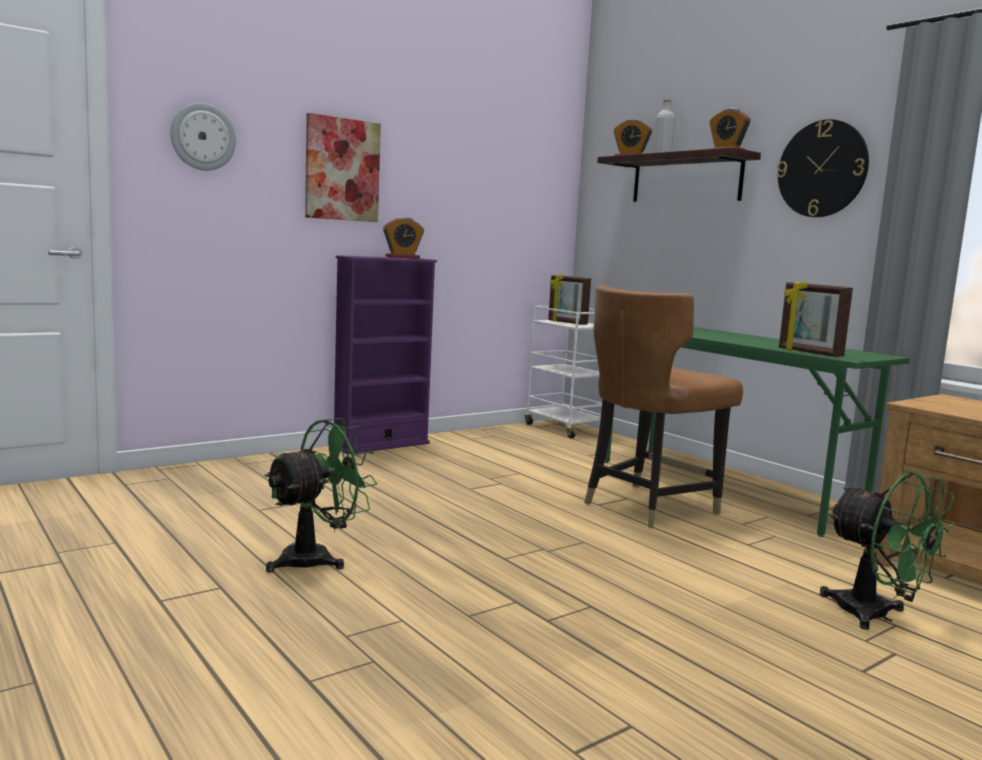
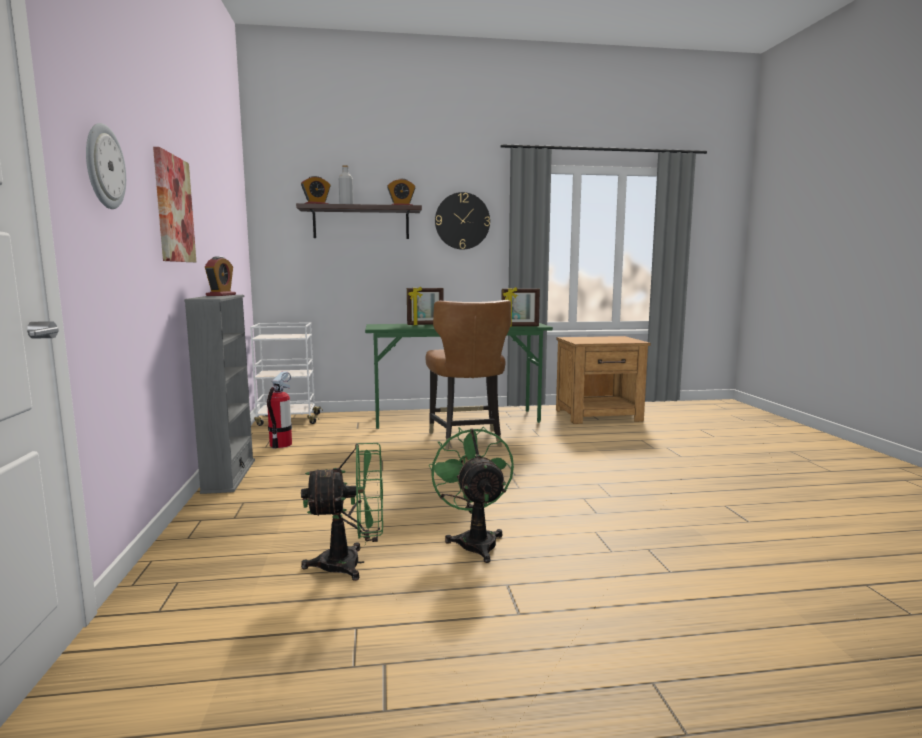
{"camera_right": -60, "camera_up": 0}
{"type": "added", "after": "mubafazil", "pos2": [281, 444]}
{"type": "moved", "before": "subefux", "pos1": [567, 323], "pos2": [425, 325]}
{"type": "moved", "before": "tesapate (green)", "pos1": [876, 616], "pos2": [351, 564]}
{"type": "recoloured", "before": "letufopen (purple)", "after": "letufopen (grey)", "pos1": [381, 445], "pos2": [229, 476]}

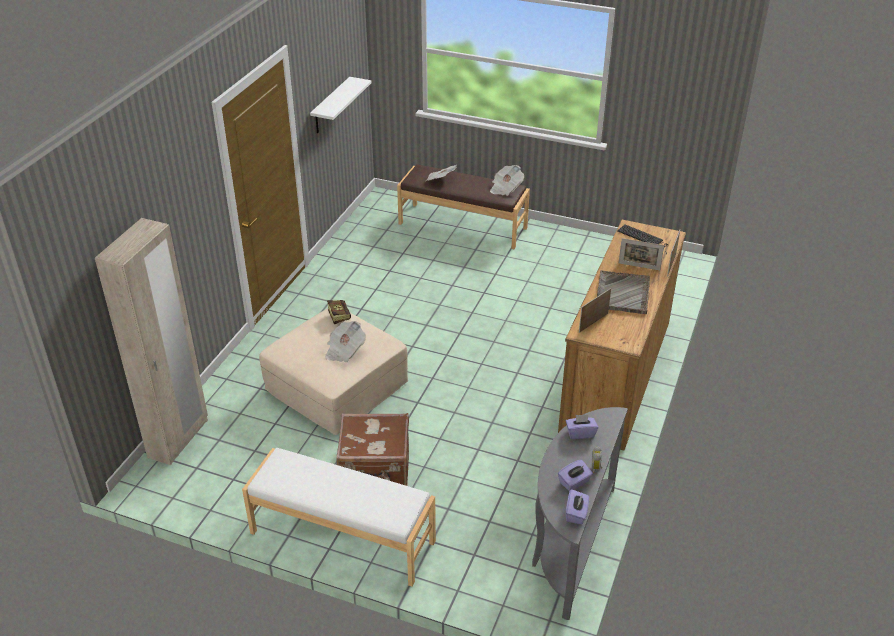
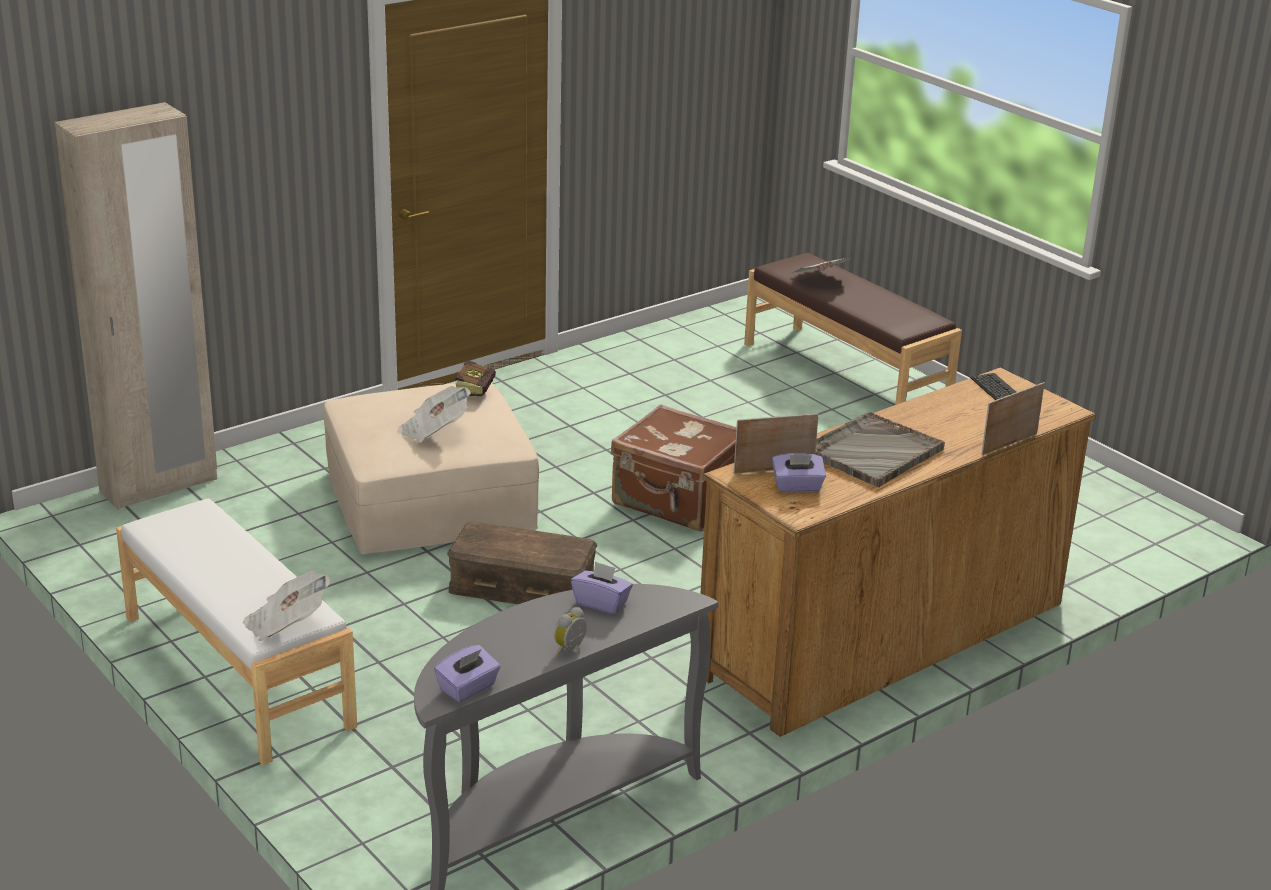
{"camera_right": 30, "camera_up": -10}
{"type": "removed", "before": "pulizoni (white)", "pos1": [331, 106]}
{"type": "removed", "before": "subefux", "pos1": [639, 266]}
{"type": "added", "after": "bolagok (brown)", "pos2": [522, 586]}
{"type": "moved", "before": "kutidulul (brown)", "pos1": [376, 470], "pos2": [678, 502]}
{"type": "moved", "before": "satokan", "pos1": [505, 188], "pos2": [286, 625]}
{"type": "moved", "before": "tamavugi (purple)", "pos1": [574, 482], "pos2": [797, 487]}

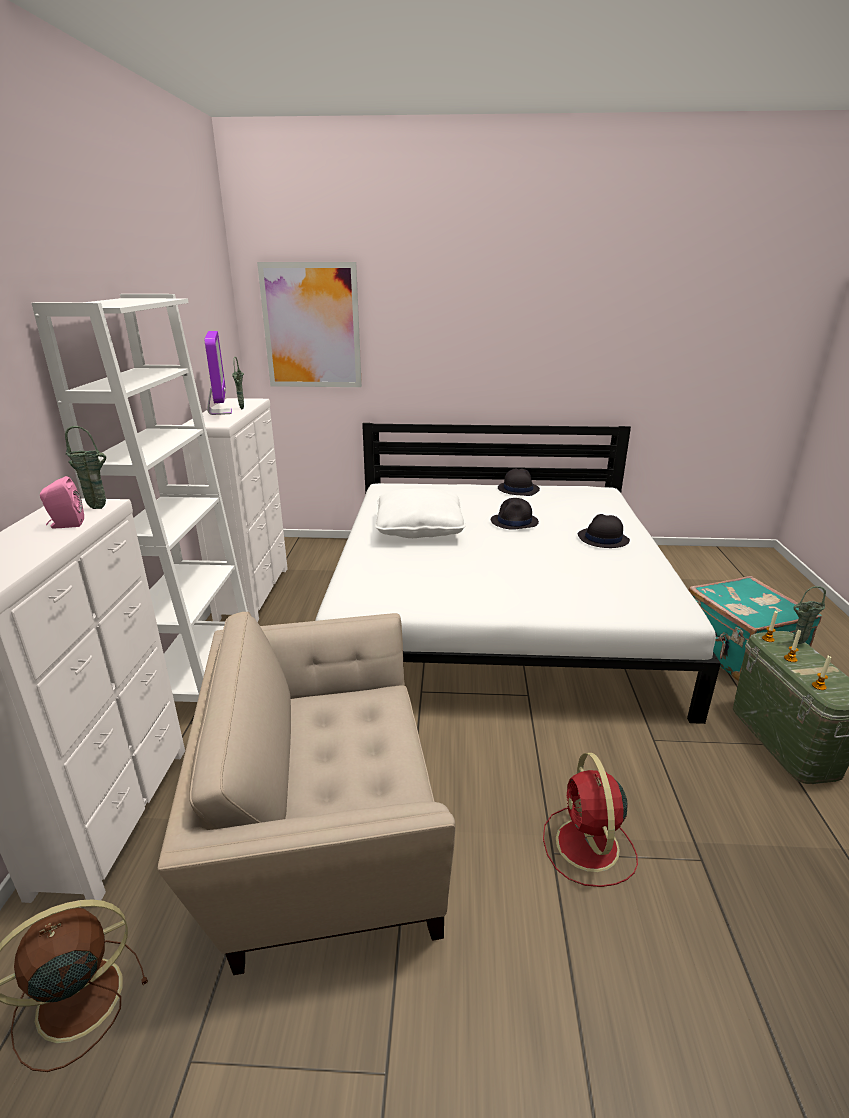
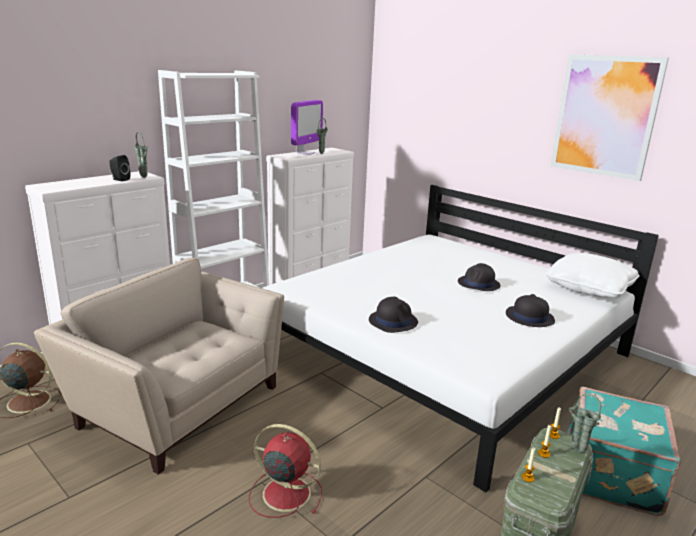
{"camera_right": 40, "camera_up": -5}
{"type": "moved", "before": "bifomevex", "pos1": [311, 326], "pos2": [605, 116]}
{"type": "moved", "before": "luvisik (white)", "pos1": [419, 529], "pos2": [589, 289]}
{"type": "moved", "before": "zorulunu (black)", "pos1": [518, 489], "pos2": [393, 321]}
{"type": "recoloured", "before": "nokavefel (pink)", "after": "nokavefel (black)", "pos1": [66, 525], "pos2": [119, 179]}
{"type": "turned", "before": "tesapate (red)", "pos1": [588, 847], "pos2": [284, 493], "turn": 75}

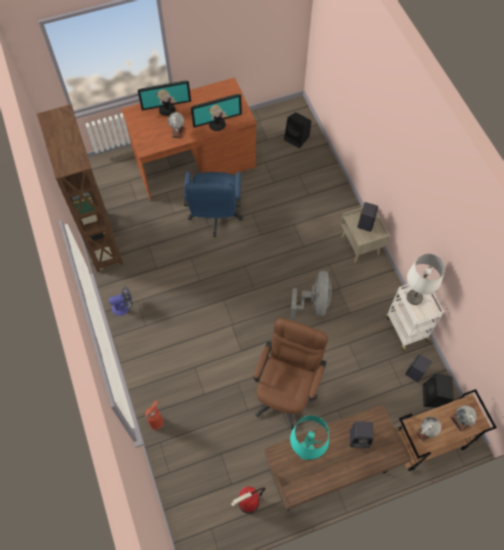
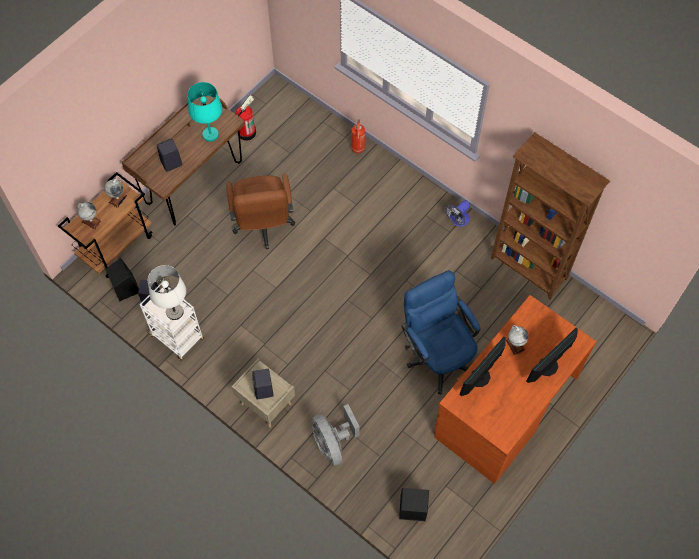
{"camera_right": 150, "camera_up": 0}
{"type": "moved", "before": "tesapate (grey)", "pos1": [314, 303], "pos2": [333, 443]}

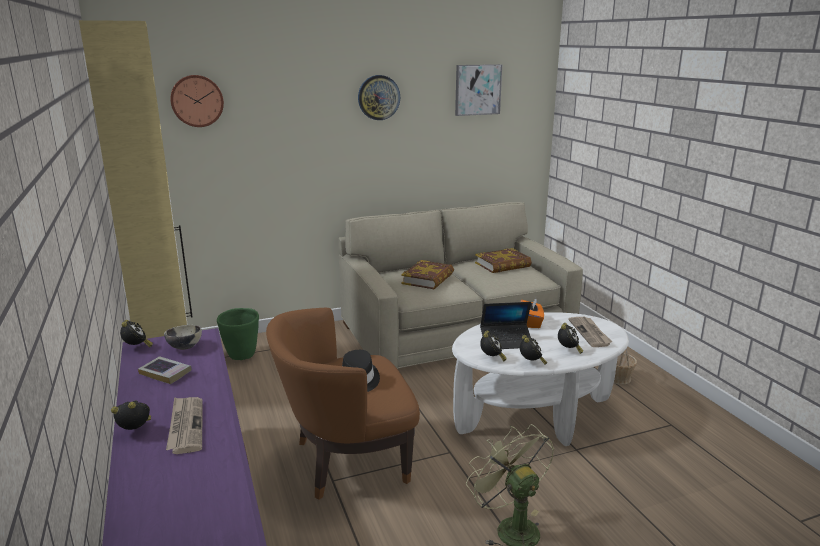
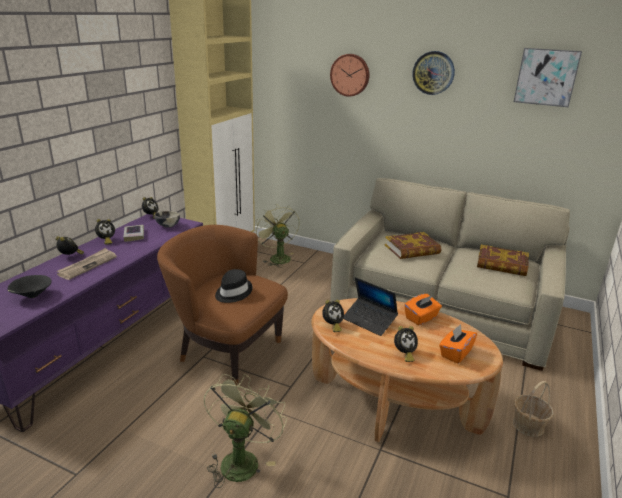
{"camera_right": 45, "camera_up": 5}
{"type": "added", "after": "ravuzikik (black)", "pos2": [31, 296]}
{"type": "moved", "before": "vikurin", "pos1": [197, 101], "pos2": [350, 75]}
{"type": "moved", "before": "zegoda", "pos1": [531, 363], "pos2": [106, 241]}
{"type": "replaced", "before": "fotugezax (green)", "after": "tesapate (green)", "pos1": [241, 355], "pos2": [277, 257]}
{"type": "replaced", "before": "satokan", "after": "tamavugi (orange)", "pos1": [590, 333], "pos2": [455, 353]}
{"type": "recoloured", "before": "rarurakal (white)", "after": "rarurakal (brown)", "pos1": [535, 416], "pos2": [393, 405]}

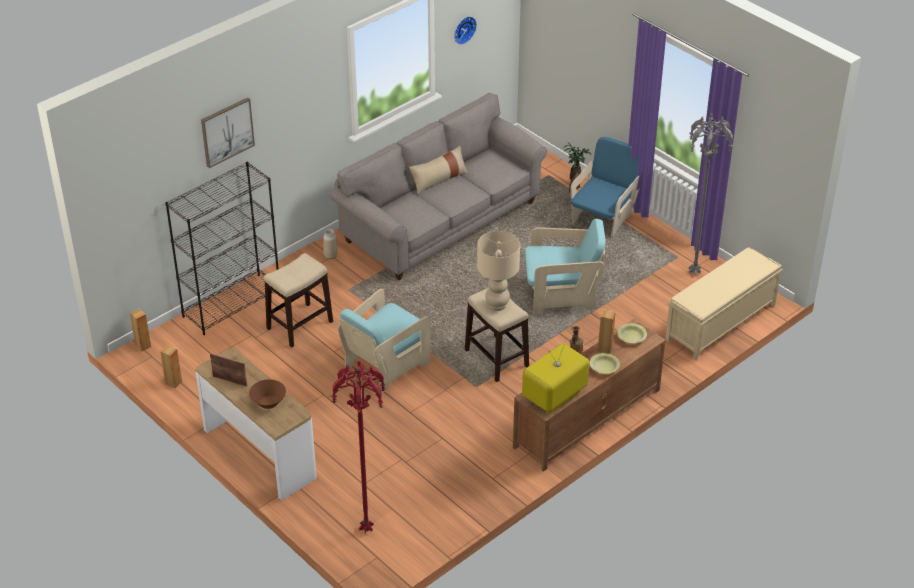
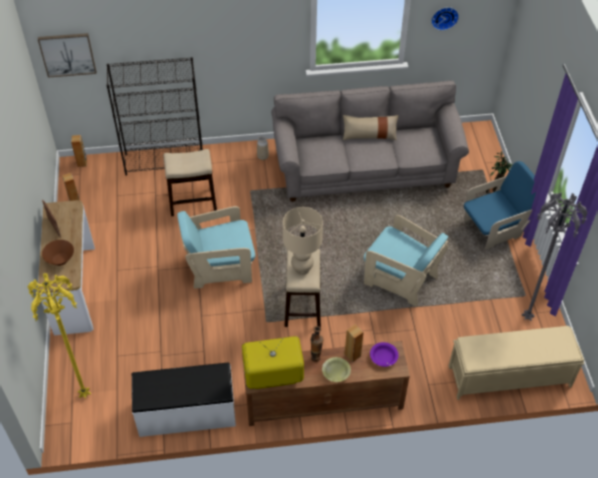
{"camera_right": 35, "camera_up": 10}
{"type": "added", "after": "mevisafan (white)", "pos2": [186, 413]}
{"type": "moved", "before": "bifomevex", "pos1": [227, 132], "pos2": [67, 54]}
{"type": "recoloured", "before": "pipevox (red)", "after": "pipevox (yellow)", "pos1": [366, 528], "pos2": [86, 394]}
{"type": "recoloured", "before": "ravuzikik (yellow)", "after": "ravuzikik (purple)", "pos1": [631, 337], "pos2": [383, 357]}

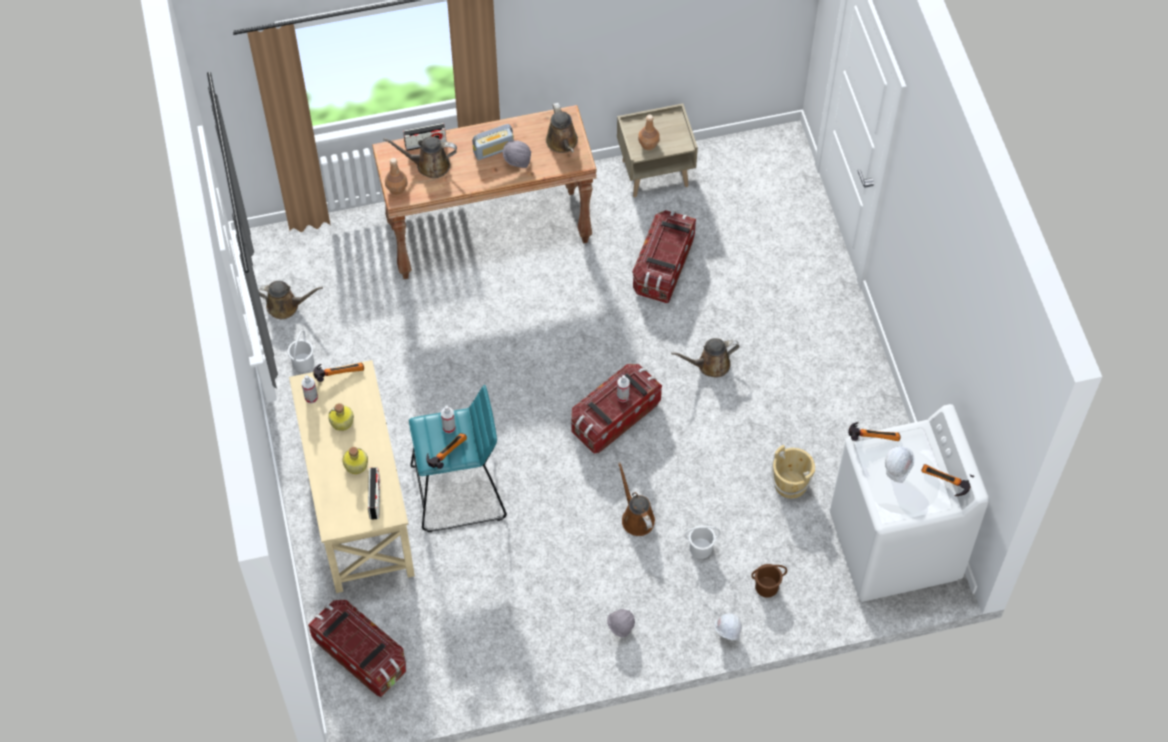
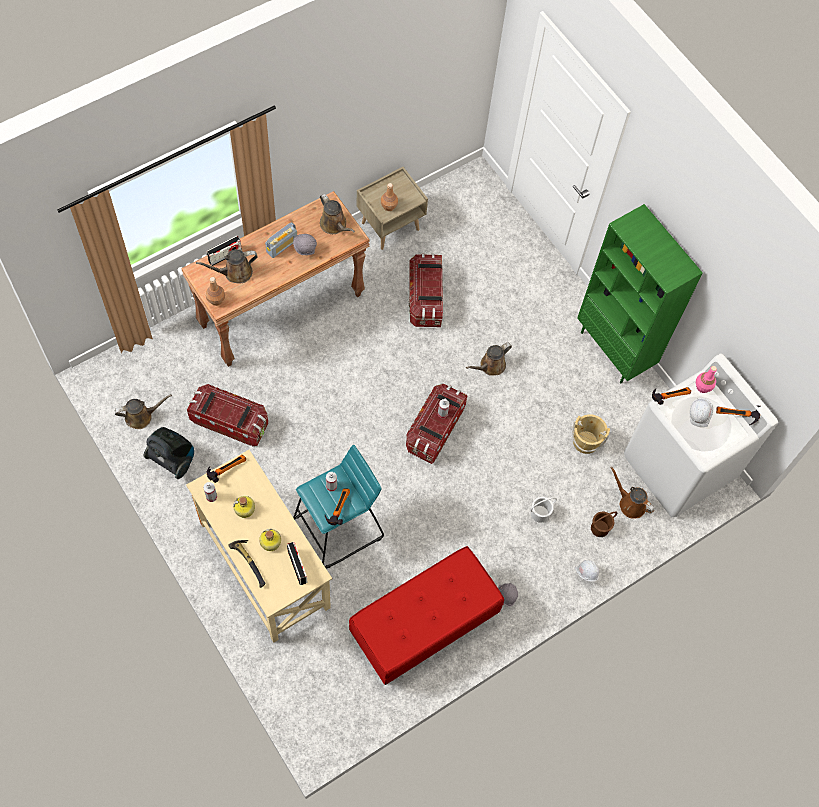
{"camera_right": -25, "camera_up": 5}
{"type": "added", "after": "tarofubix", "pos2": [250, 562]}
{"type": "added", "after": "mevisafan (red)", "pos2": [424, 626]}
{"type": "added", "after": "letufopen (green)", "pos2": [614, 350]}
{"type": "added", "after": "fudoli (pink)", "pos2": [702, 386]}
{"type": "moved", "before": "bolagok", "pos1": [361, 655], "pos2": [230, 421]}
{"type": "moved", "before": "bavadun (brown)", "pos1": [636, 517], "pos2": [630, 503]}
{"type": "replaced", "before": "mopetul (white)", "after": "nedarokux", "pos1": [302, 362], "pos2": [172, 459]}

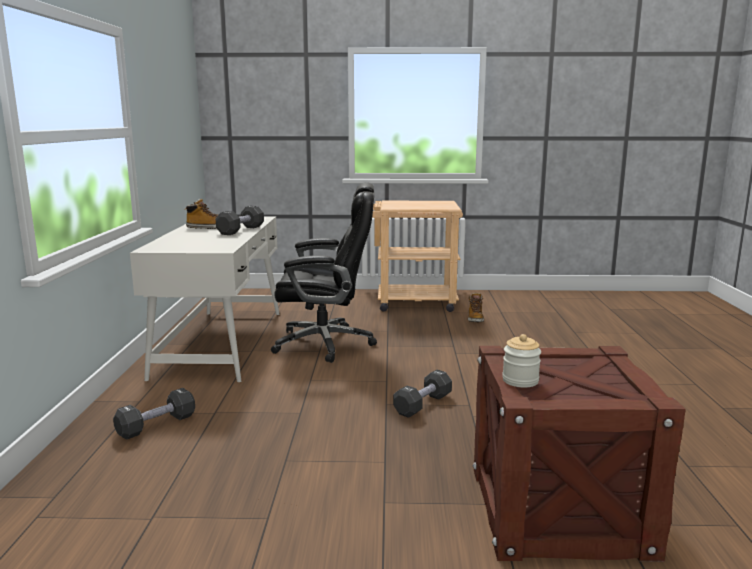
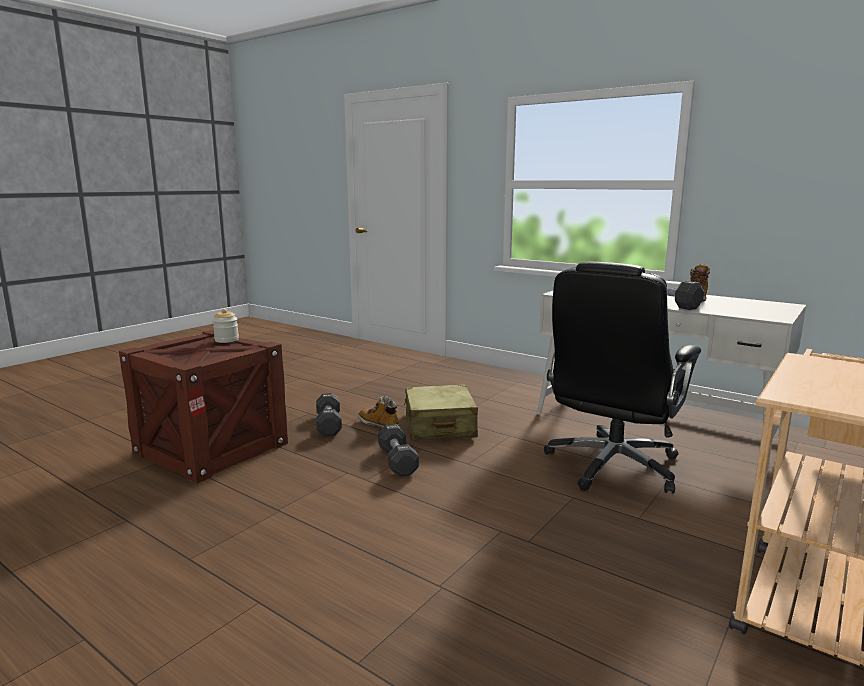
{"camera_right": 125, "camera_up": 0}
{"type": "added", "after": "kutidulul (beige)", "pos2": [439, 426]}
{"type": "moved", "before": "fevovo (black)", "pos1": [156, 425], "pos2": [329, 425]}
{"type": "moved", "before": "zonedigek", "pos1": [475, 319], "pos2": [379, 424]}

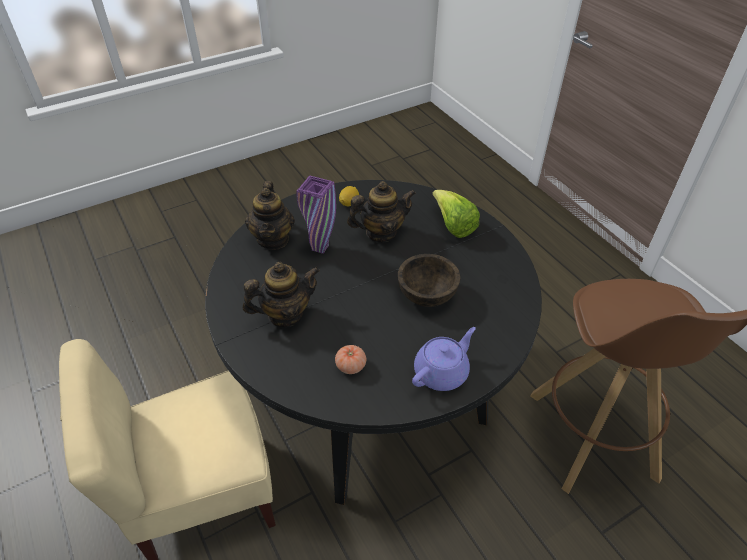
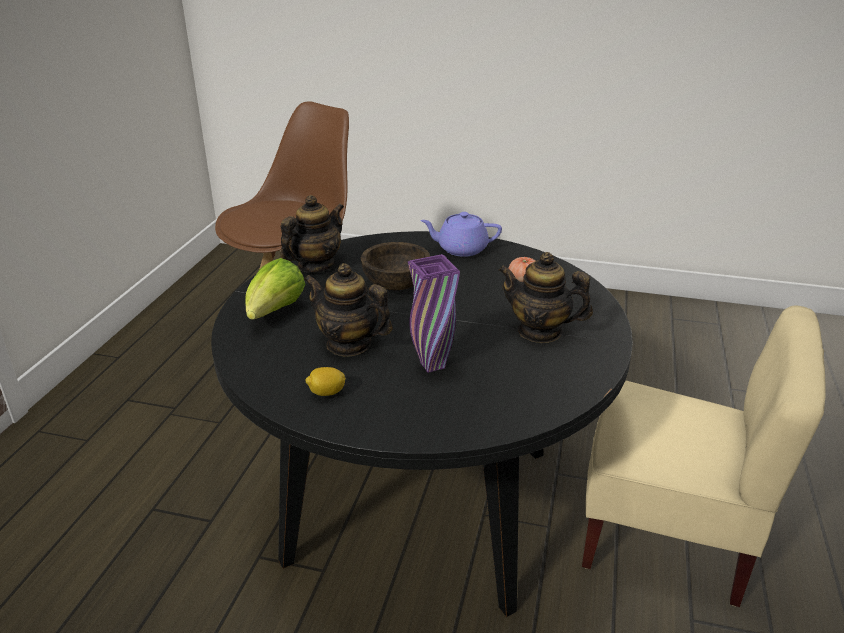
{"camera_right": -135, "camera_up": -15}
{"type": "moved", "before": "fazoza", "pos1": [273, 239], "pos2": [315, 266]}

